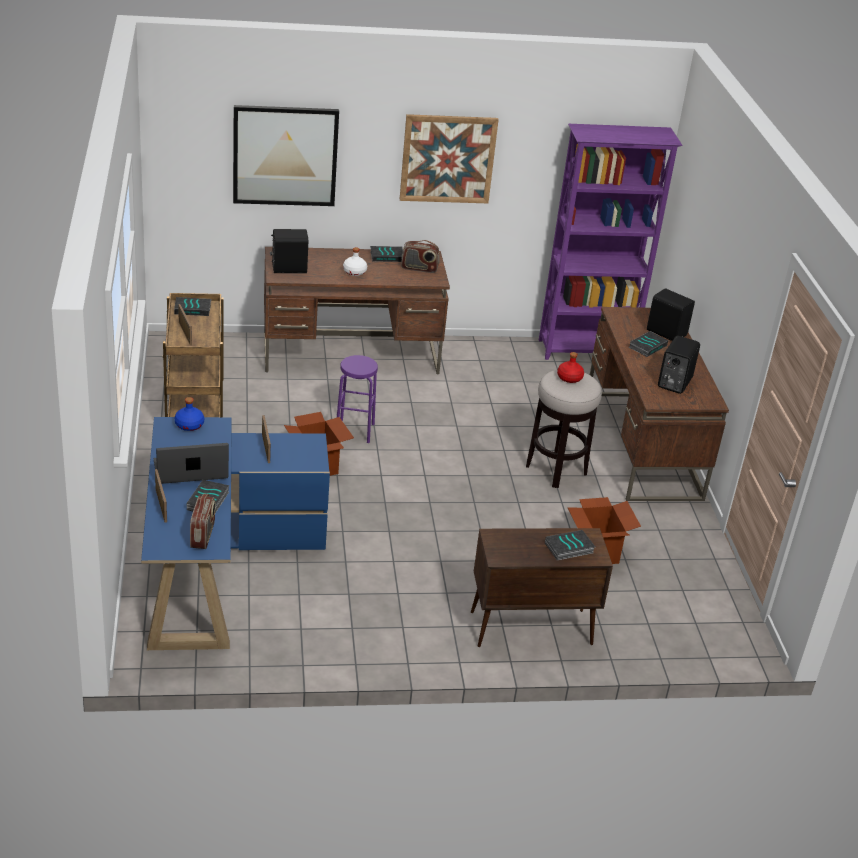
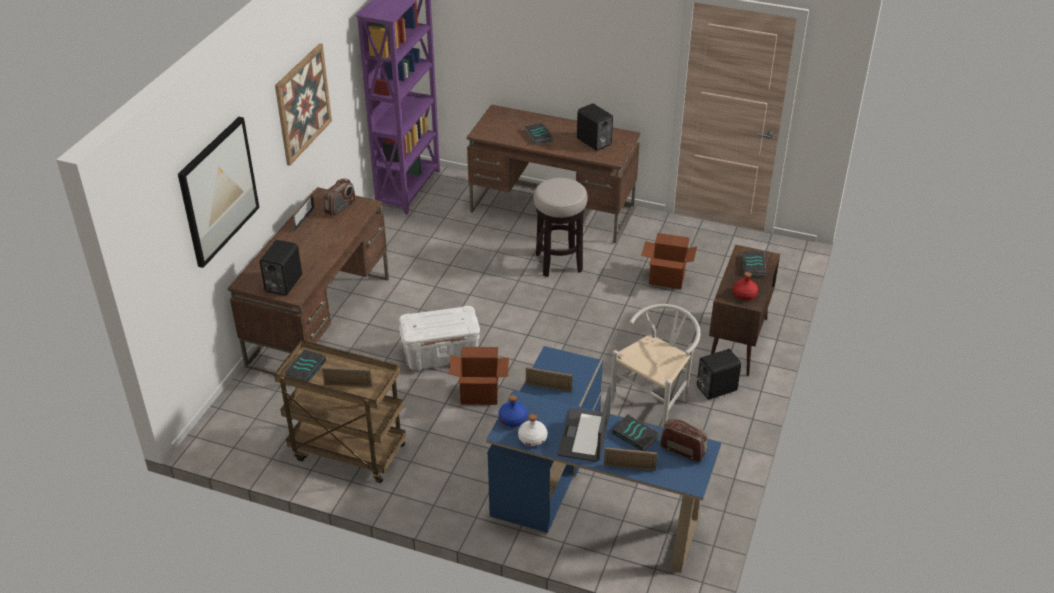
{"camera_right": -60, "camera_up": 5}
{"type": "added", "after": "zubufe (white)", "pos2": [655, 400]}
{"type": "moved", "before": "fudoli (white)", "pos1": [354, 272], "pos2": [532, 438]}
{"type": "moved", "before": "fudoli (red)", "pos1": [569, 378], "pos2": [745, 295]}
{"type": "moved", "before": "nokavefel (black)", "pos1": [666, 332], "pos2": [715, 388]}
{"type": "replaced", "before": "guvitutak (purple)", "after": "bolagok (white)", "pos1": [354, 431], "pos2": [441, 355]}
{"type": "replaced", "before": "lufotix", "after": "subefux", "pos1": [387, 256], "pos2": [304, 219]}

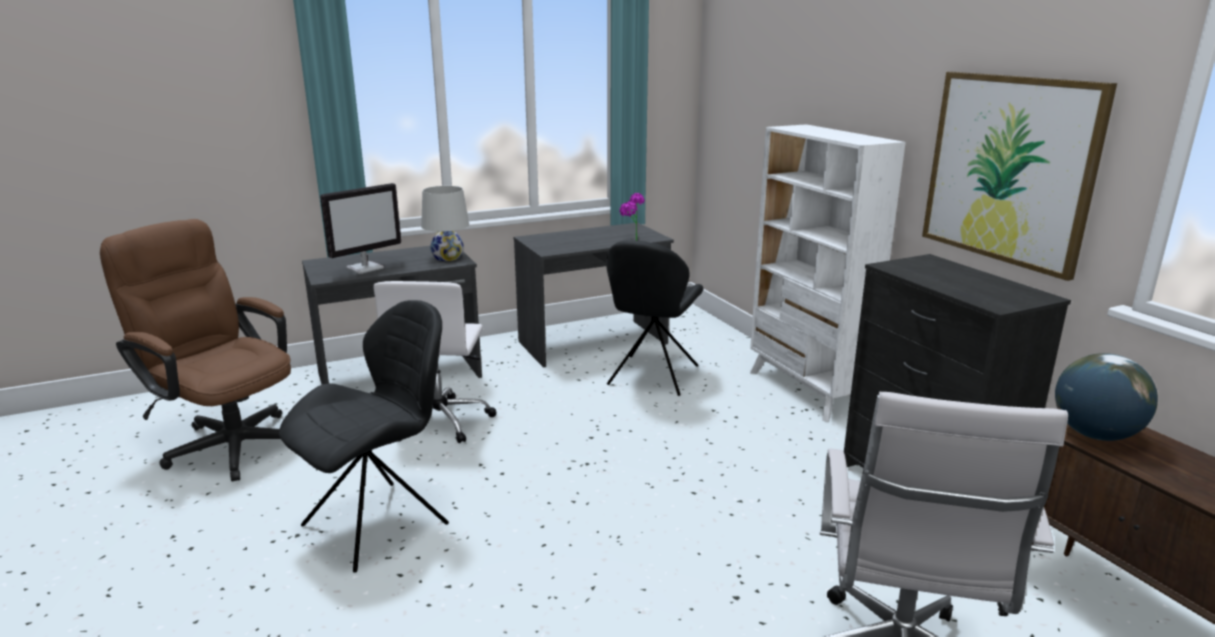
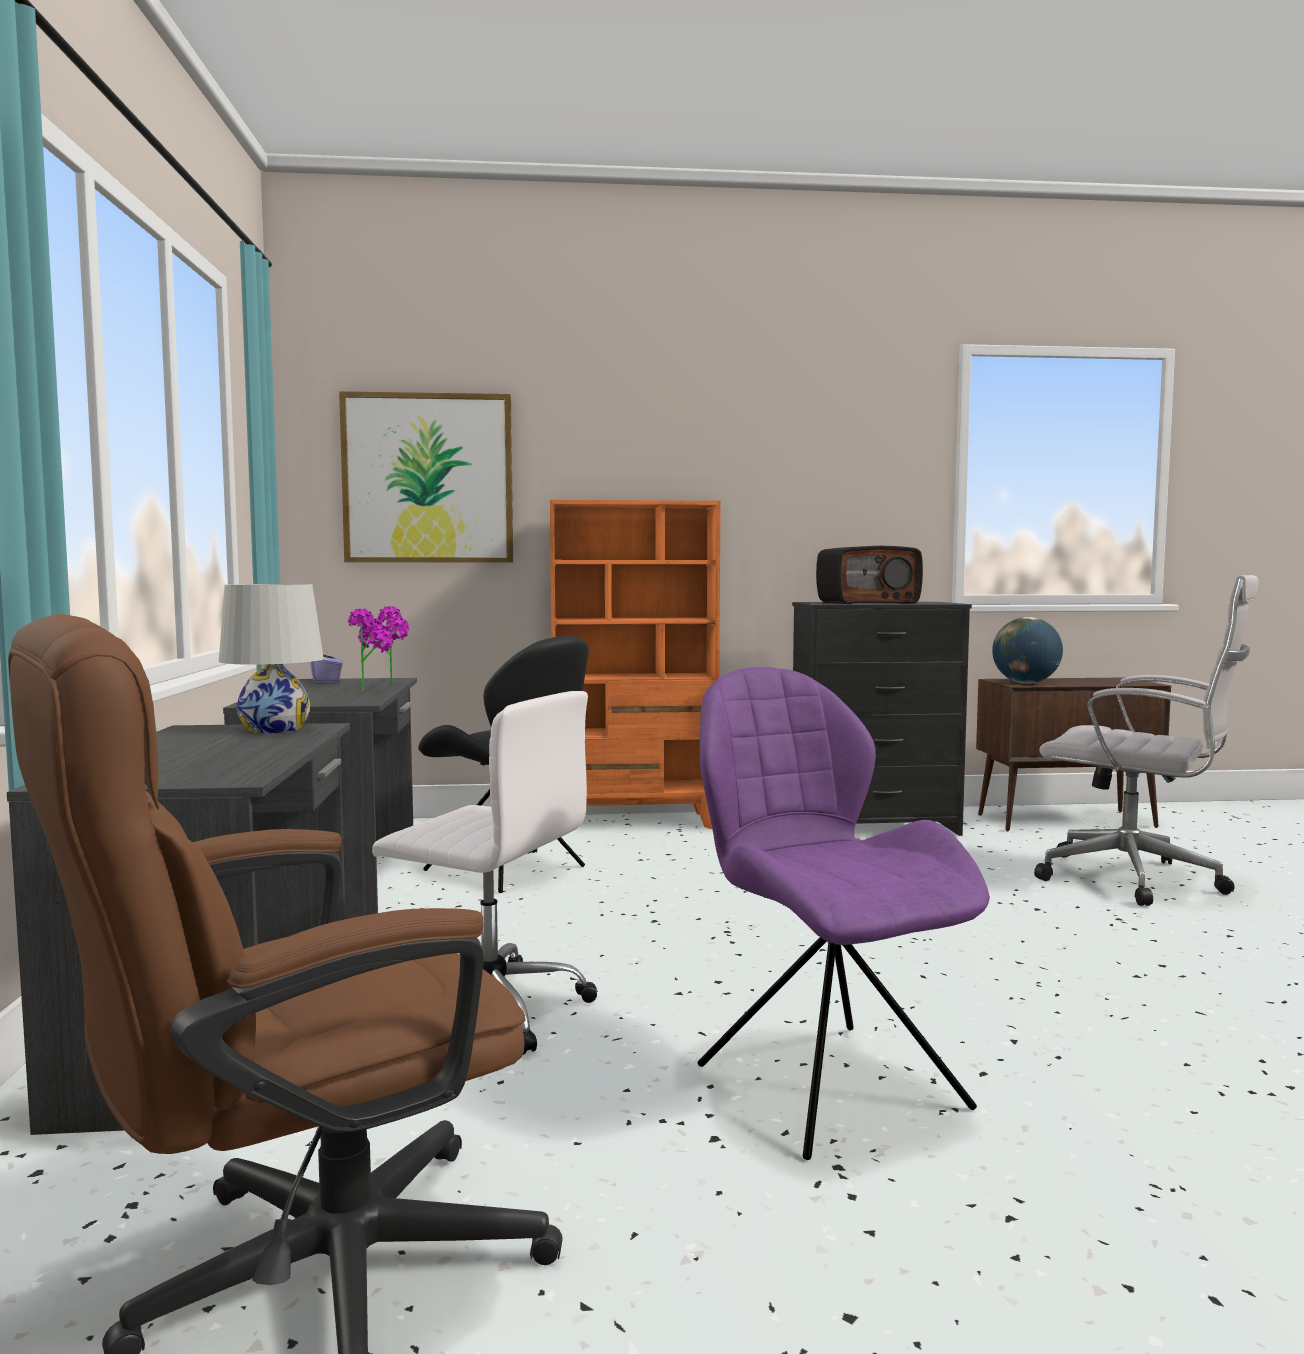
{"camera_right": -70, "camera_up": -15}
{"type": "removed", "before": "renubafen", "pos1": [366, 268]}
{"type": "added", "after": "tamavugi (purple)", "pos2": [326, 681]}
{"type": "added", "after": "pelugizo", "pos2": [373, 690]}
{"type": "added", "after": "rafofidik", "pos2": [867, 603]}
{"type": "moved", "before": "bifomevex", "pos1": [1009, 169], "pos2": [428, 478]}
{"type": "recoloured", "before": "zubufe (black)", "after": "zubufe (purple)", "pos1": [380, 522], "pos2": [825, 1082]}
{"type": "recoloured", "before": "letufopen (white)", "after": "letufopen (orange)", "pos1": [805, 391], "pos2": [635, 822]}

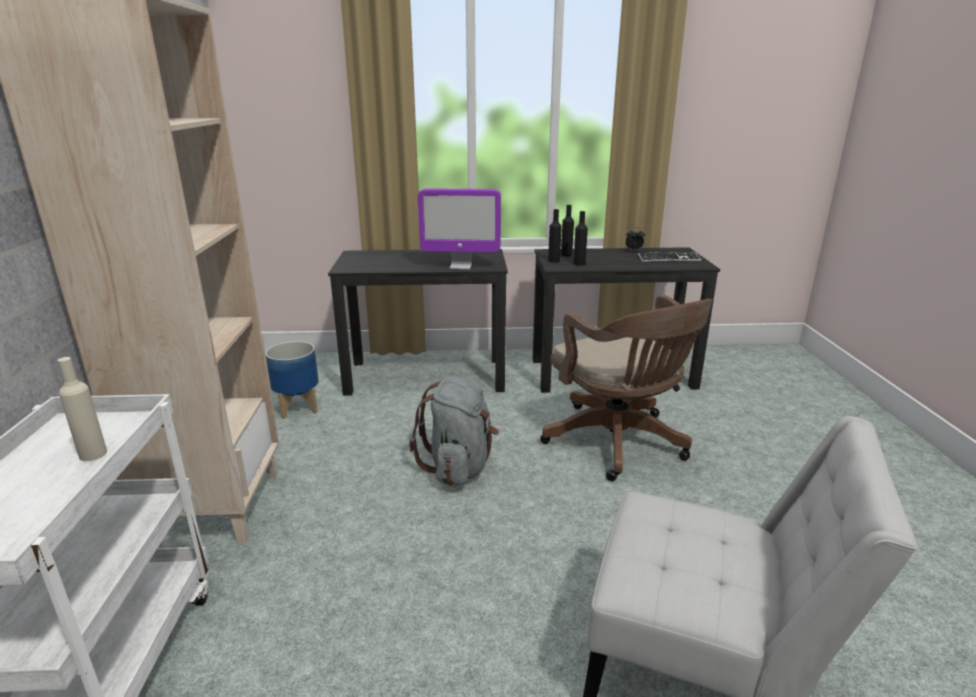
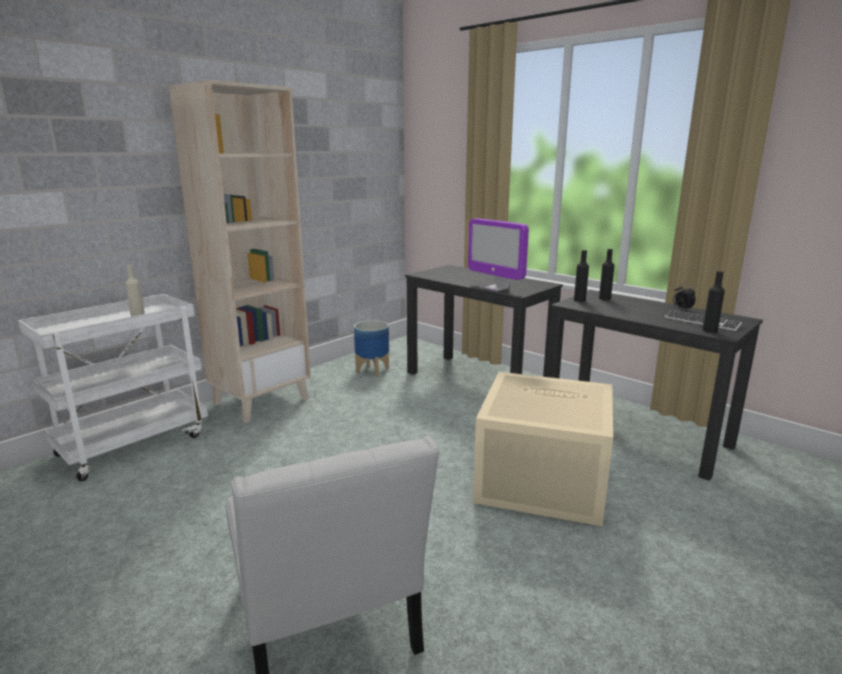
{"camera_right": 45, "camera_up": -5}
{"type": "removed", "before": "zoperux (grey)", "pos1": [459, 466]}
{"type": "moved", "before": "fudoli (black)", "pos1": [579, 263], "pos2": [710, 330]}
{"type": "replaced", "before": "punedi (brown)", "after": "bolagok (beige)", "pos1": [619, 443], "pos2": [540, 481]}

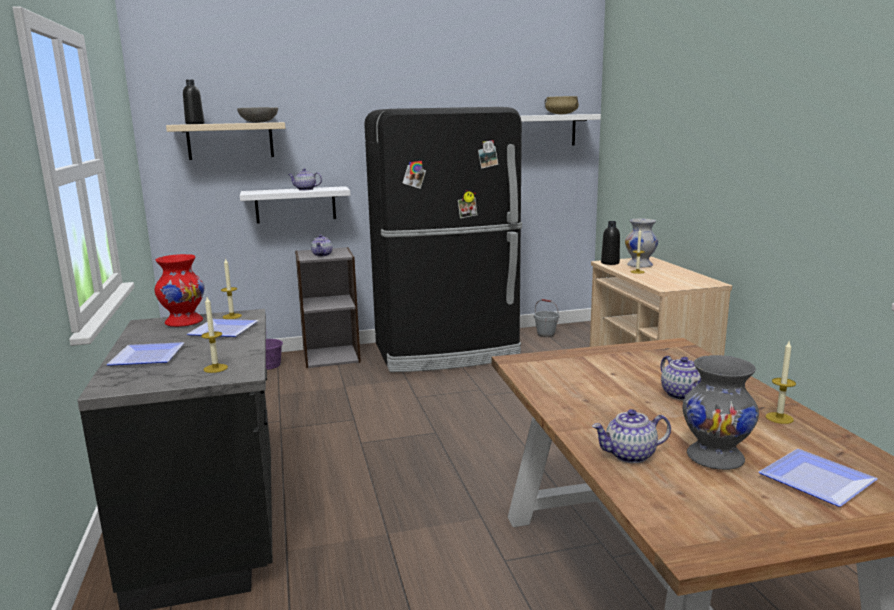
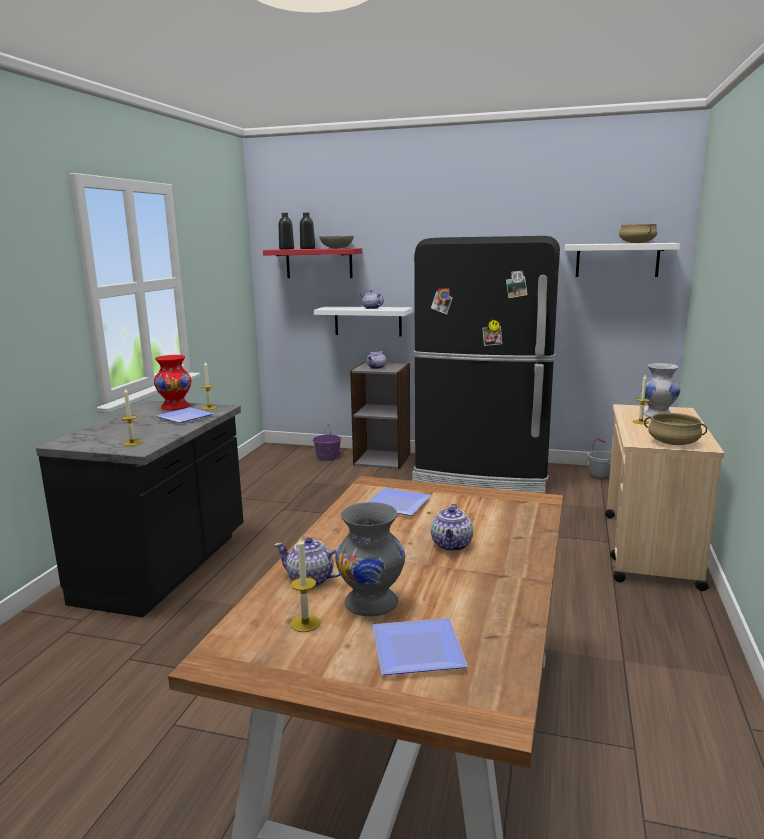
{"camera_right": 30, "camera_up": 0}
{"type": "added", "after": "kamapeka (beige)", "pos2": [673, 443]}
{"type": "moved", "before": "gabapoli", "pos1": [149, 358], "pos2": [398, 505]}
{"type": "moved", "before": "fudoli (black)", "pos1": [610, 263], "pos2": [307, 248]}
{"type": "moved", "before": "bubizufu", "pos1": [779, 418], "pos2": [305, 623]}
{"type": "recoloured", "before": "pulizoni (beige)", "after": "pulizoni (red)", "pos1": [230, 141], "pos2": [319, 263]}

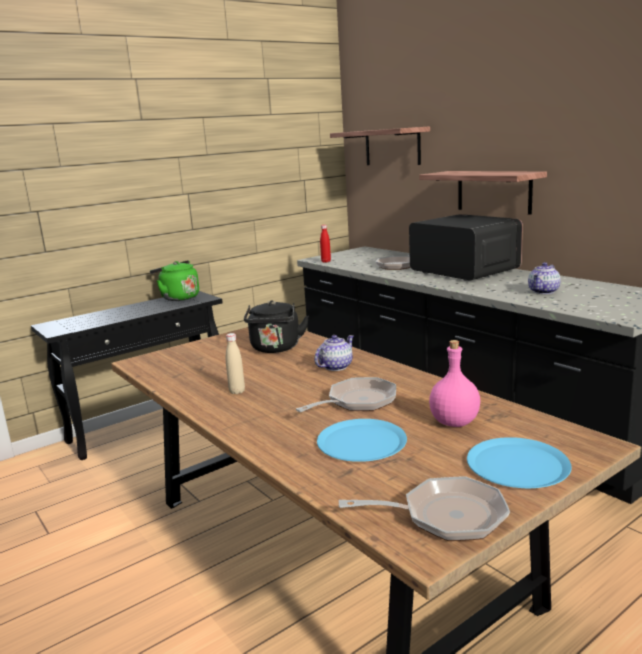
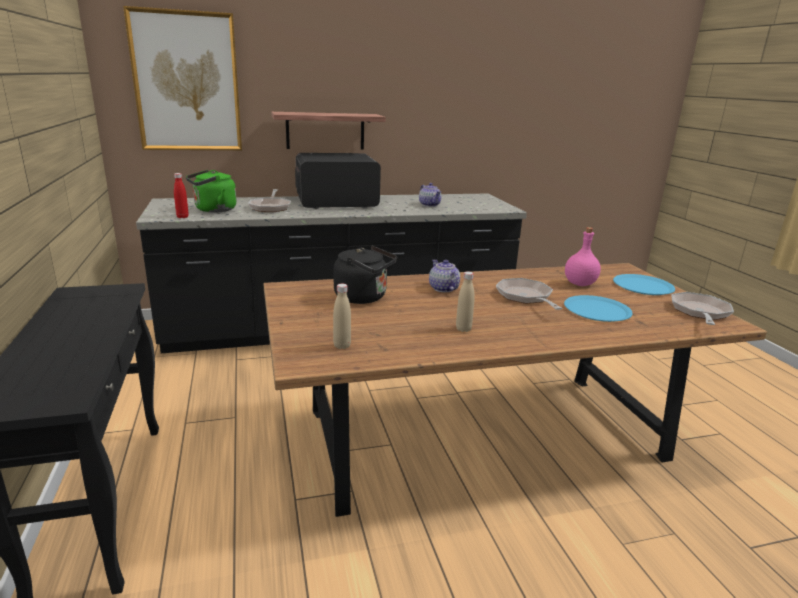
{"camera_right": -70, "camera_up": 5}
{"type": "added", "after": "fudoli (beige)", "pos2": [342, 346]}
{"type": "moved", "before": "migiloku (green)", "pos1": [178, 298], "pos2": [213, 210]}
{"type": "replaced", "before": "pulizoni", "after": "bifomevex", "pos1": [392, 147], "pos2": [187, 82]}

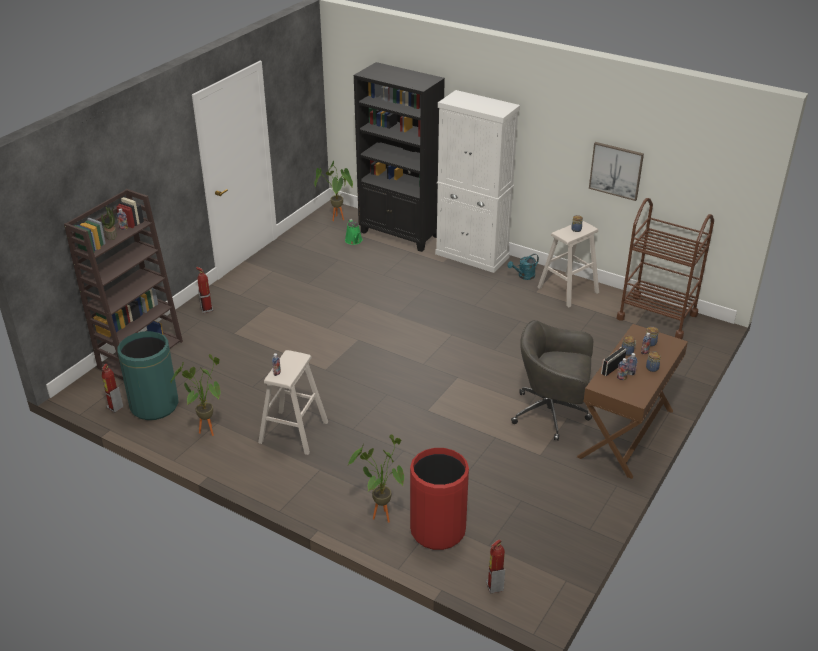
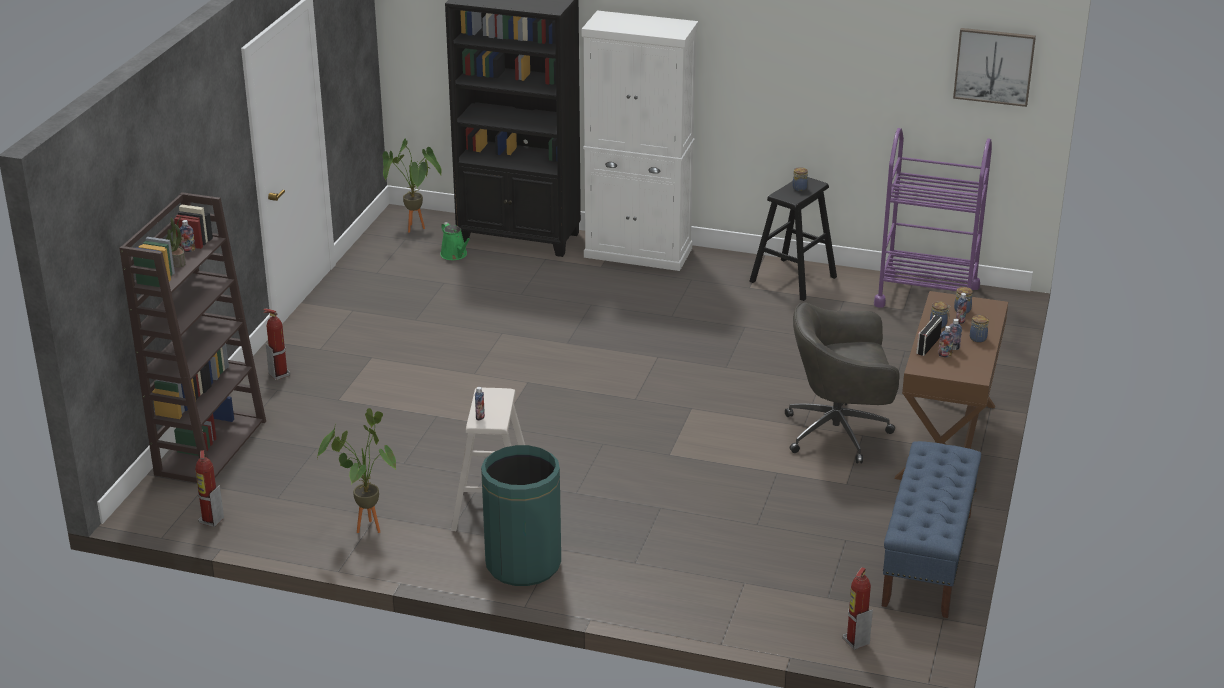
{"camera_right": -15, "camera_up": -5}
{"type": "removed", "before": "pelugizo", "pos1": [380, 514]}
{"type": "removed", "before": "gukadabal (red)", "pos1": [437, 530]}
{"type": "removed", "before": "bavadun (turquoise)", "pos1": [524, 276]}
{"type": "added", "after": "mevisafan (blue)", "pos2": [927, 559]}
{"type": "moved", "before": "gukadabal (green)", "pos1": [154, 405], "pos2": [523, 564]}
{"type": "moved", "before": "bifomevex", "pos1": [616, 170], "pos2": [994, 66]}
{"type": "recoloured", "before": "guvitutak (beige)", "after": "guvitutak (black)", "pos1": [568, 290], "pos2": [793, 279]}
{"type": "recoloured", "before": "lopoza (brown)", "after": "lopoza (purple)", "pos1": [657, 316], "pos2": [927, 296]}

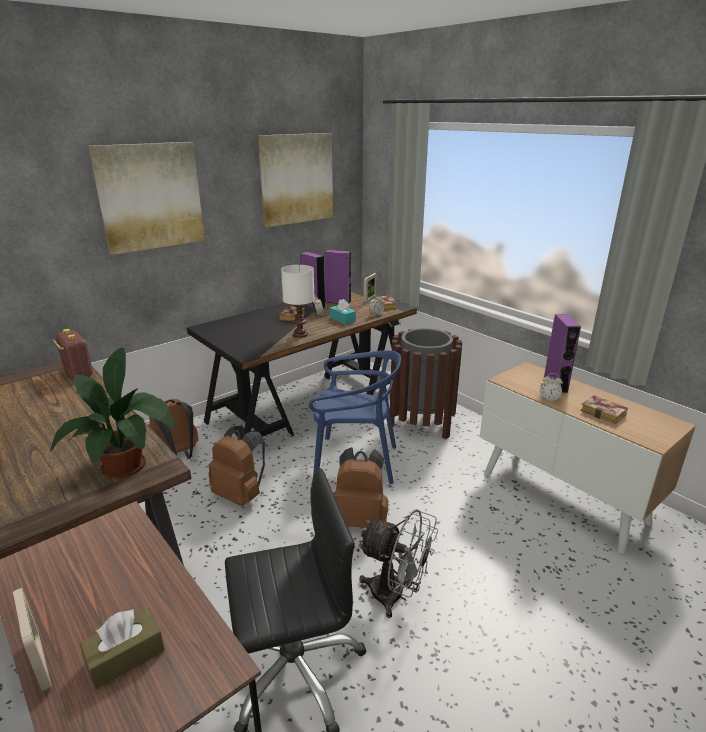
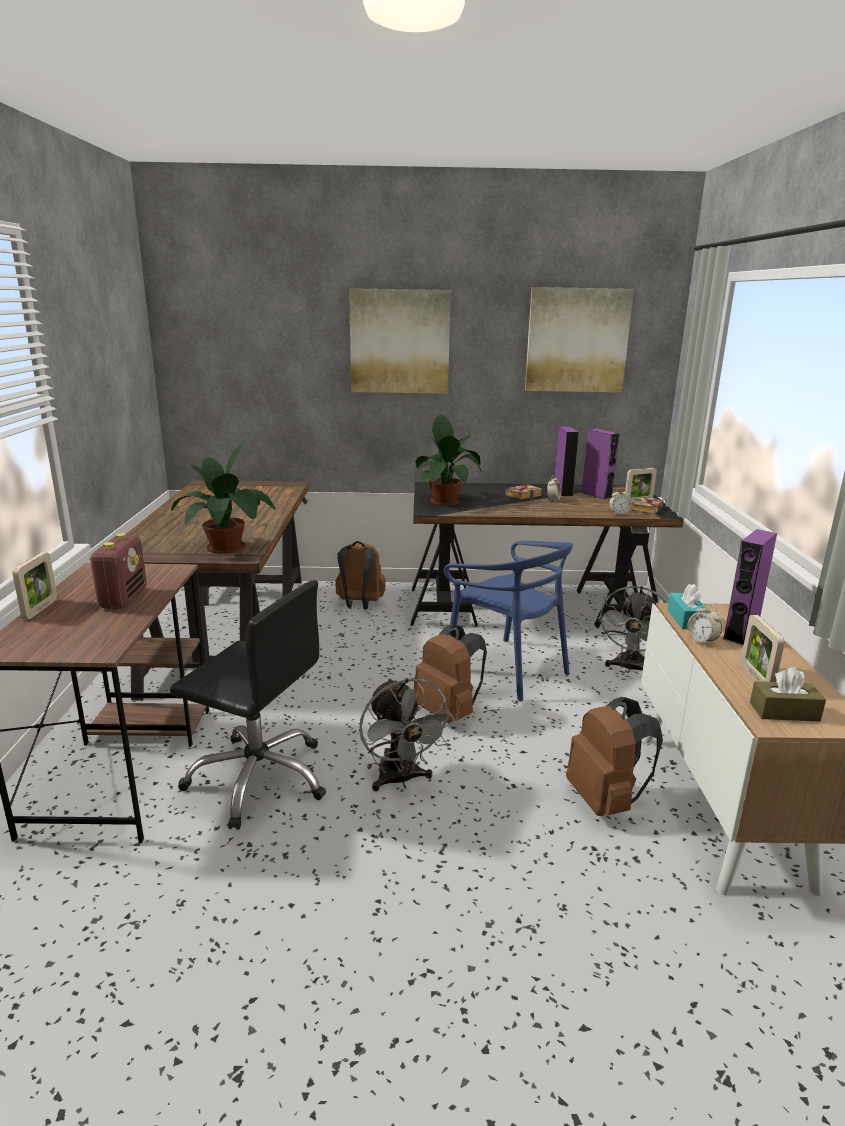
{"camera_right": 40, "camera_up": -5}
{"type": "removed", "before": "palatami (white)", "pos1": [300, 335]}
{"type": "added", "after": "pelugizo", "pos2": [445, 500]}
{"type": "moved", "before": "rafofidik", "pos1": [78, 372], "pos2": [123, 598]}
{"type": "moved", "before": "tamavugi (brown)", "pos1": [126, 656], "pos2": [784, 712]}
{"type": "moved", "before": "zoperux (brown)", "pos1": [241, 494], "pos2": [606, 800]}
{"type": "moved", "before": "tamavugi (turquoise)", "pos1": [342, 319], "pos2": [686, 619]}
{"type": "replaced", "before": "gukadabal (brown)", "after": "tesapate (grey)", "pos1": [421, 425], "pos2": [629, 668]}
{"type": "replaced", "before": "lufotix", "after": "subefux", "pos1": [605, 413], "pos2": [756, 677]}

